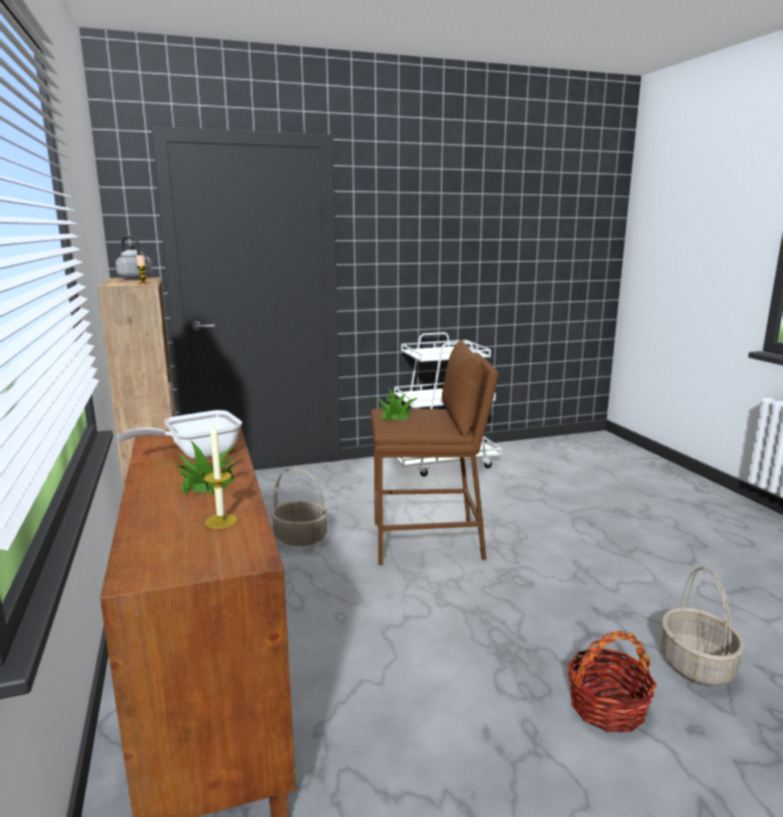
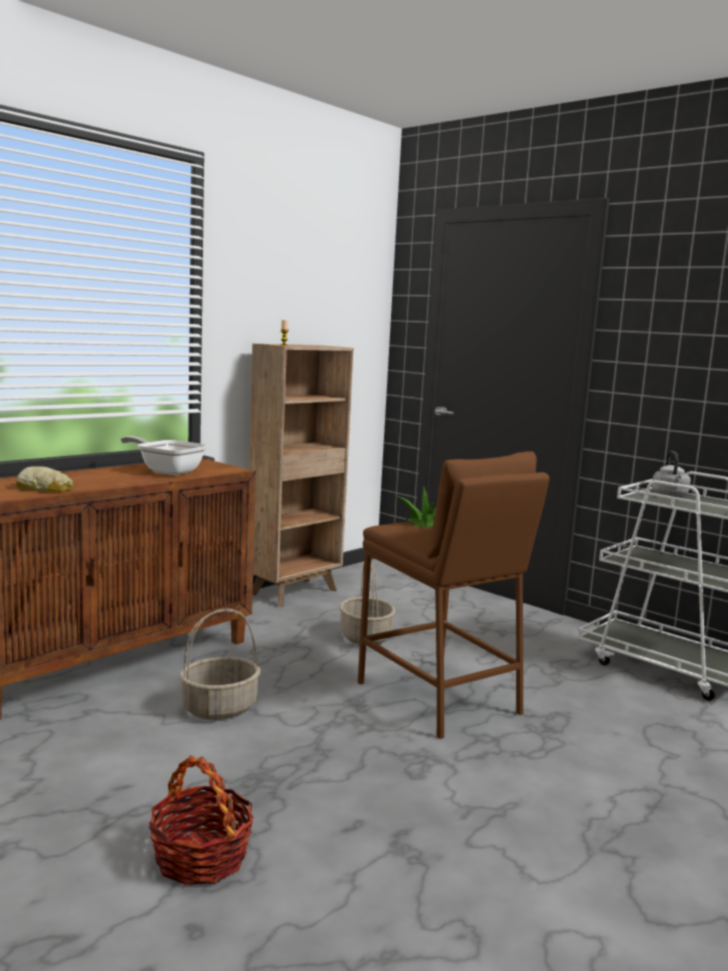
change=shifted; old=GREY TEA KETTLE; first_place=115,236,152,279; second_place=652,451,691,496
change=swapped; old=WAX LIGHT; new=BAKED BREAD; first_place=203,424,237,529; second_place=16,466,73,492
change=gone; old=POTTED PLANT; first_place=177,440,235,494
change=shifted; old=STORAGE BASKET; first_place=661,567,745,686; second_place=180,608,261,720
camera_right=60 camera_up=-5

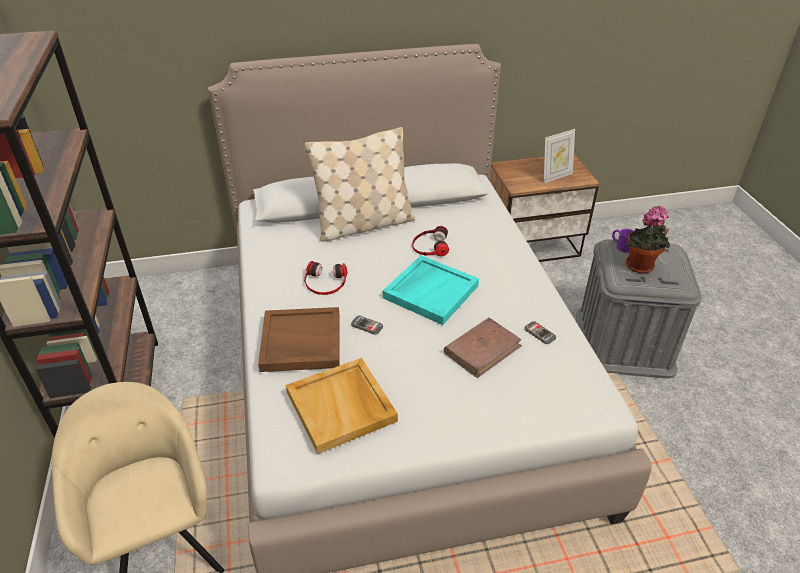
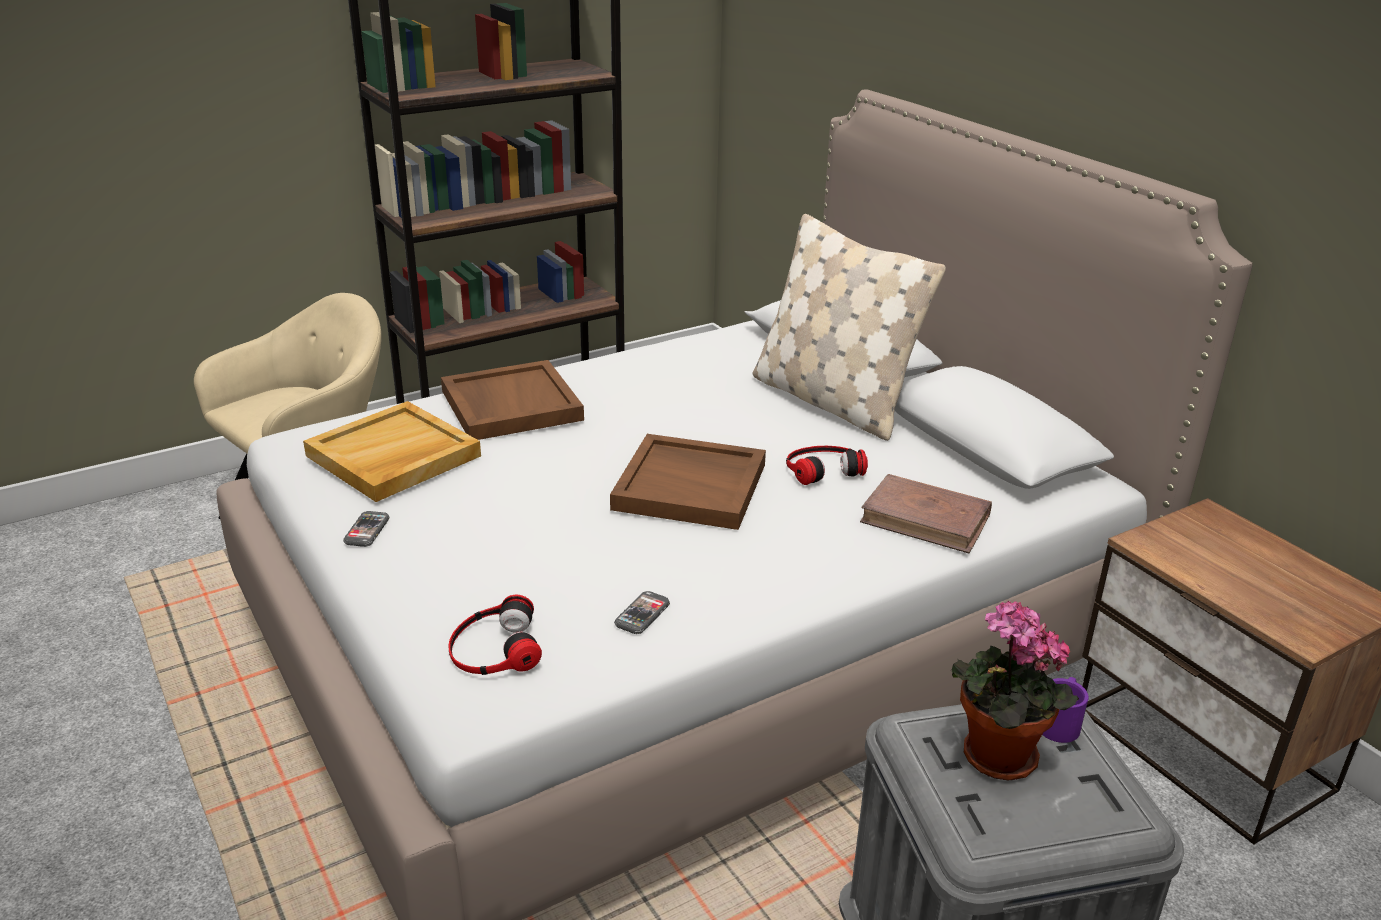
change=gone; old=PHOTO FRAME; first_place=544,129,575,183
change=repainted; old=BLUE-GREEN CARRYING TRAY; new=BROWN CARRYING TRAY; first_place=383,255,479,325; second_place=610,434,766,530
change=shifted; old=PAIR OF HEADPHONES; first_place=304,261,347,295; second_place=448,595,542,675
change=shifted; old=HANDSET; first_place=351,315,383,335; second_place=343,511,390,547
change=shifted; old=BROWN BOOK; first_place=444,318,522,378; second_place=860,474,992,553
camera_right=70 camera_up=-10

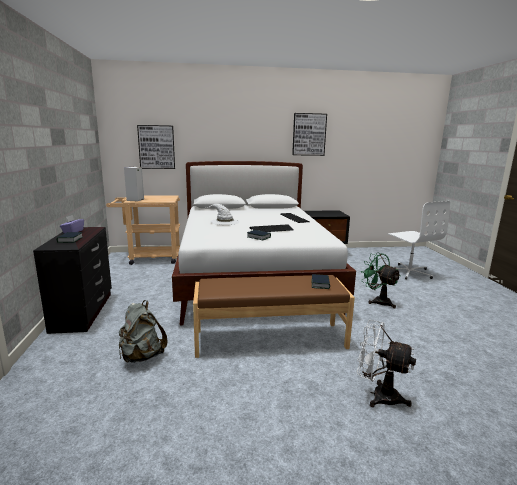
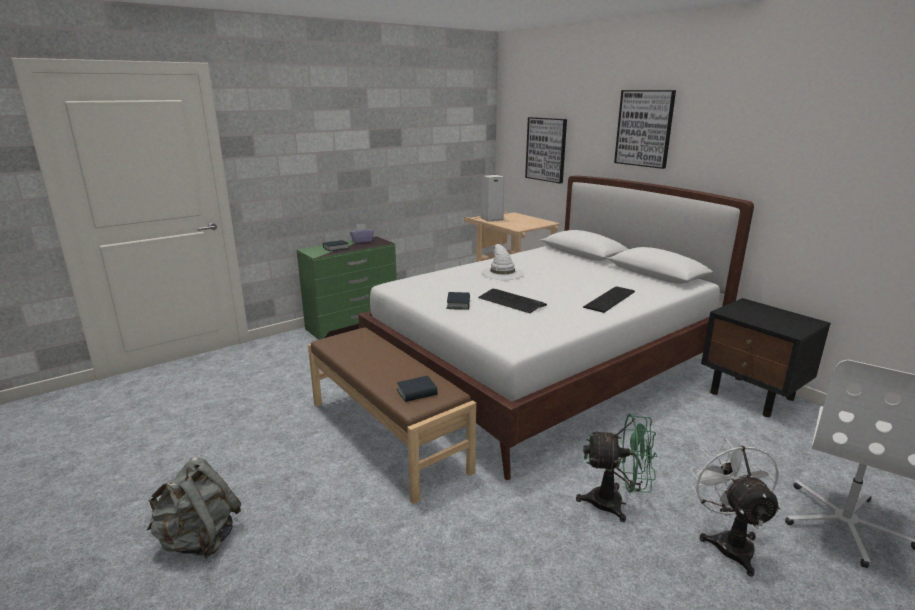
change=shifted; old=WALL PICTURE; first_place=292,113,327,156; second_place=614,90,676,169
change=repainted; old=BLACK-COLOURED CHEST OF DRAWERS; new=GREEN-COLOURED CHEST OF DRAWERS; first_place=33,227,112,334; second_place=297,236,397,340
change=rotated; old=GREEN-COLOURED FAN; first_place=361,252,401,308; second_place=576,414,658,522; degrees=75
change=shifted; old=GREY RUCKSACK; first_place=119,300,167,363; second_place=147,457,241,558
change=shifted; old=WHITISH FAN; first_place=357,320,416,407; second_place=690,438,781,577
camera_right=60 camera_up=5

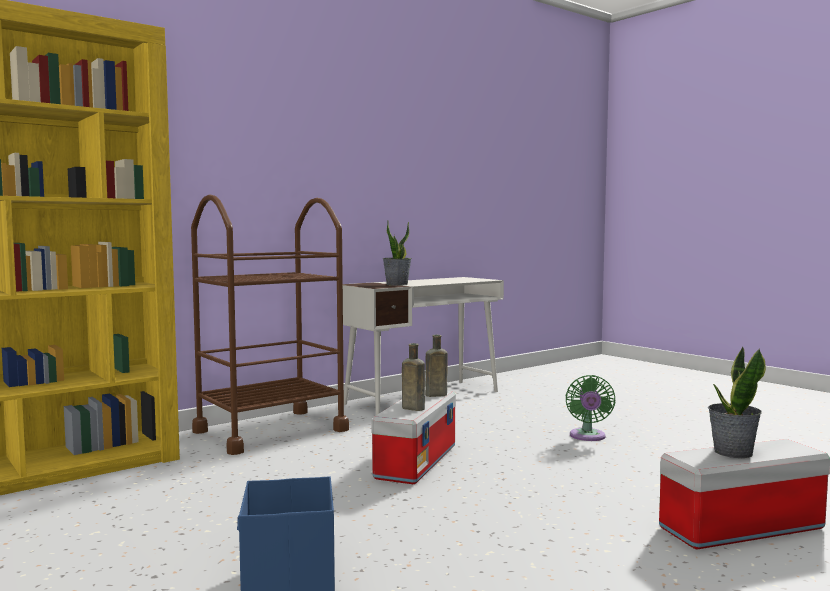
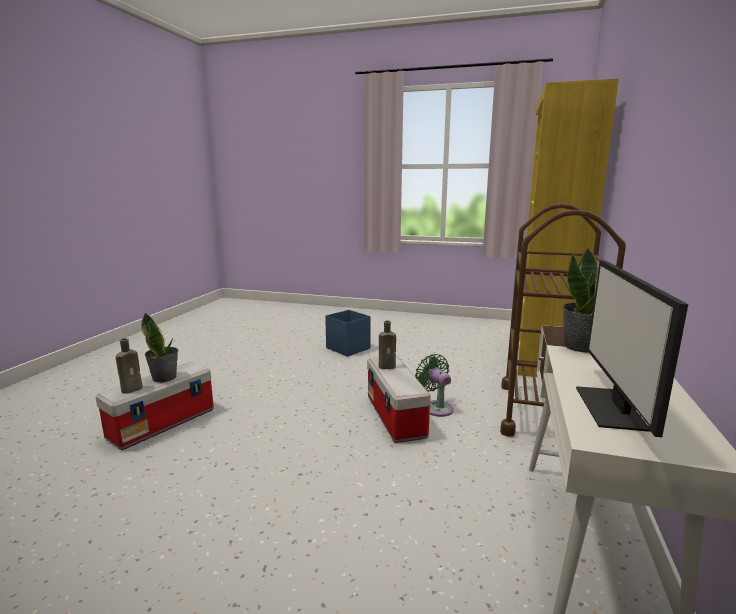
change=shifted; old=BROWN DRINK BOTTLE; first_place=425,335,448,397; second_place=116,338,143,394
change=shifted; old=GREEN-COLOURED FAN; first_place=565,375,615,441; second_place=415,354,454,417
change=new; new=COMPUTER SCREEN; second_place=576,260,688,437
camera_right=145 camera_up=10

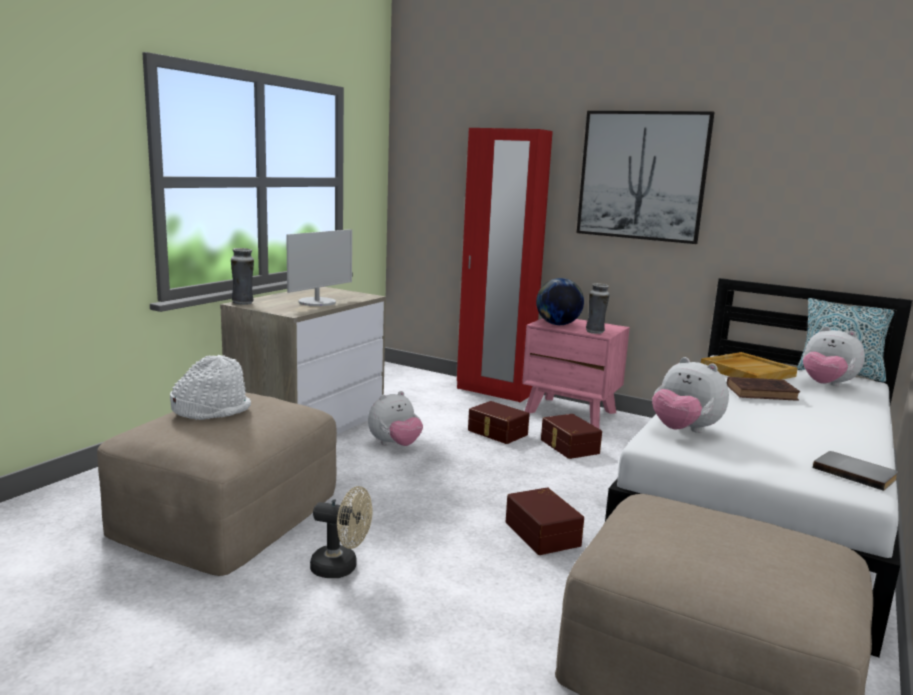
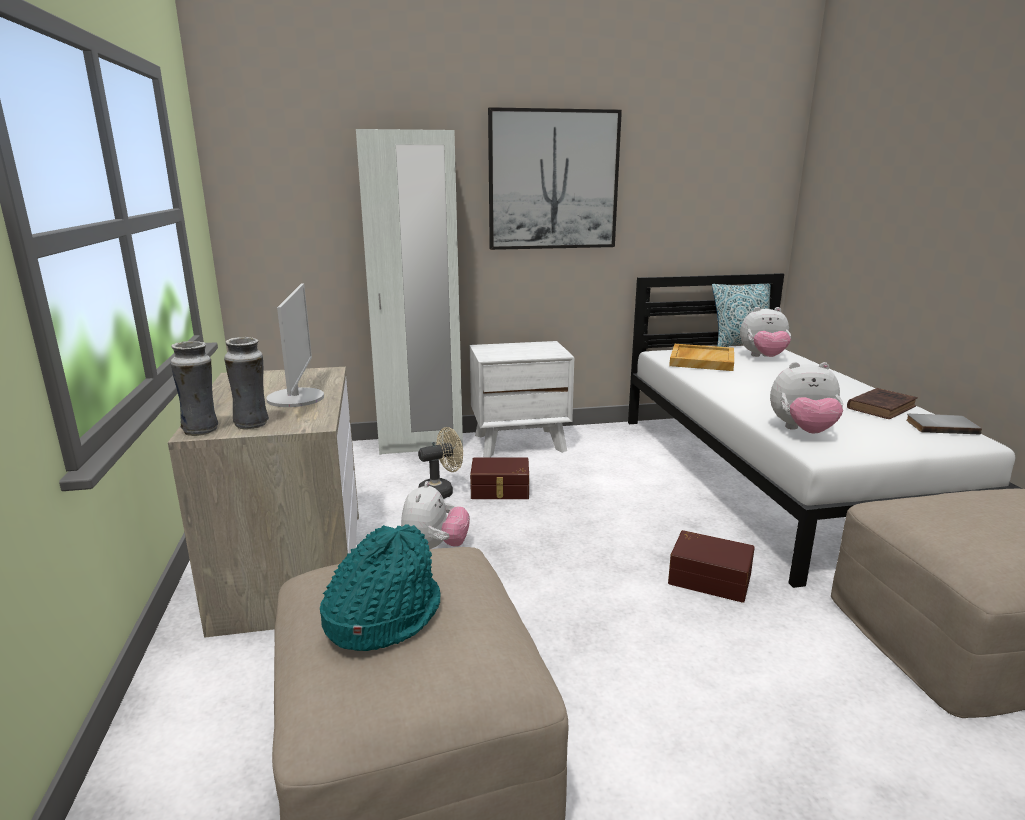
change=repainted; old=REDDISH CLOTHES CUPBOARD; new=WHITISH CLOTHES CUPBOARD; first_place=457,128,553,402; second_place=356,129,463,455
change=gone; old=WORLD GLOBE; first_place=536,278,584,325
change=shifted; old=VASE; first_place=586,283,609,334; second_place=224,337,269,429
change=repainted; old=PINK-COLOURED BEDSIDE TABLE; new=WHITISH BEDSIDE TABLE; first_place=522,318,630,429; second_place=470,341,574,458
change=repainted; old=WHITISH WEARABLE HAT; new=BLUE-GREEN WEARABLE HAT; first_place=170,355,251,420; second_place=320,524,440,651
change=shifted; old=BROWN BOOK; first_place=727,377,800,401; second_place=847,388,918,419
change=gone; old=BROWN STORAGE CONTAINER; first_place=541,414,602,459
change=shifted; old=BEIGE-COLOURED FAN; first_place=310,486,373,578; second_place=418,427,463,499
camera_right=-40 camera_up=5

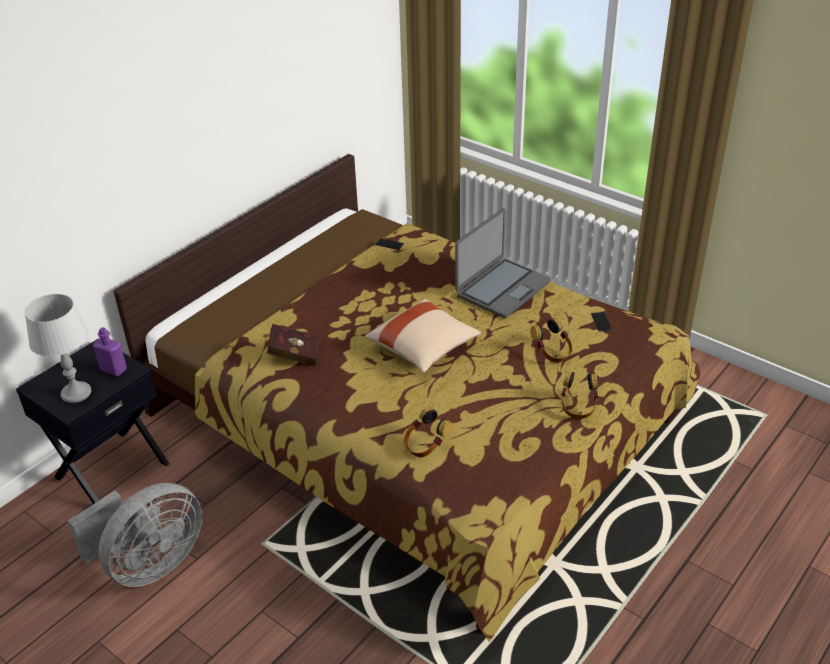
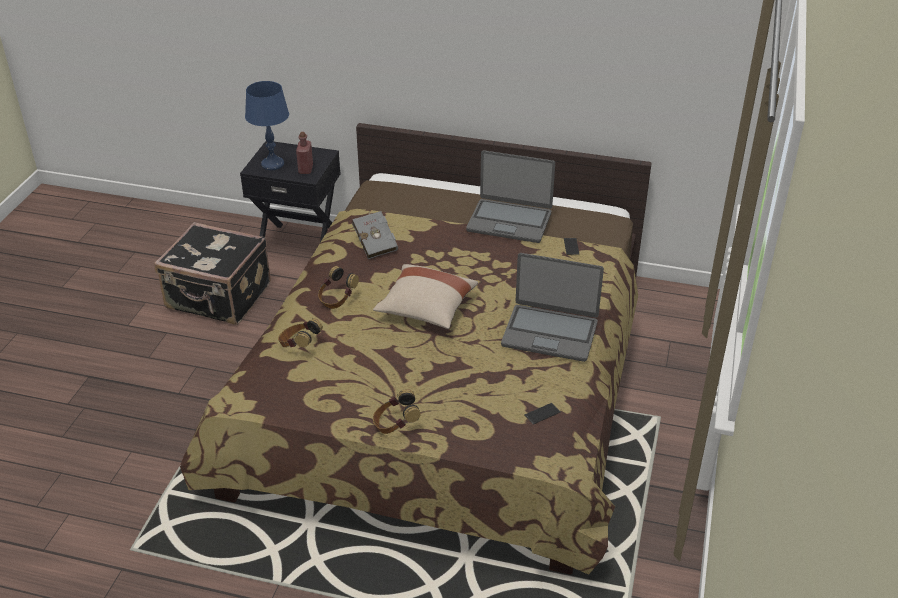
change=repainted; old=GREY TABLETOP LAMP; new=BLUE TABLETOP LAMP; first_place=25,294,91,403; second_place=245,81,289,170
change=shifted; old=PAIR OF HEADPHONES; first_place=530,317,573,363; second_place=318,266,359,309
change=repainted; old=REDDISH BOOK; new=GREY BOOK; first_place=262,324,320,366; second_place=352,211,398,259
change=repainted; old=PURPLE-COLOURED DRINK BOTTLE; new=REDDISH DRINK BOTTLE; first_place=93,327,127,376; second_place=296,132,313,174
change=swapped; old=GREY FAN; new=BLACK-COLOURED TRAVEL CASE; first_place=68,483,202,587; second_place=154,222,271,325
change=new; new=NOTEBOOK COMPUTER; second_place=466,150,555,243
camera_right=65 camera_up=0

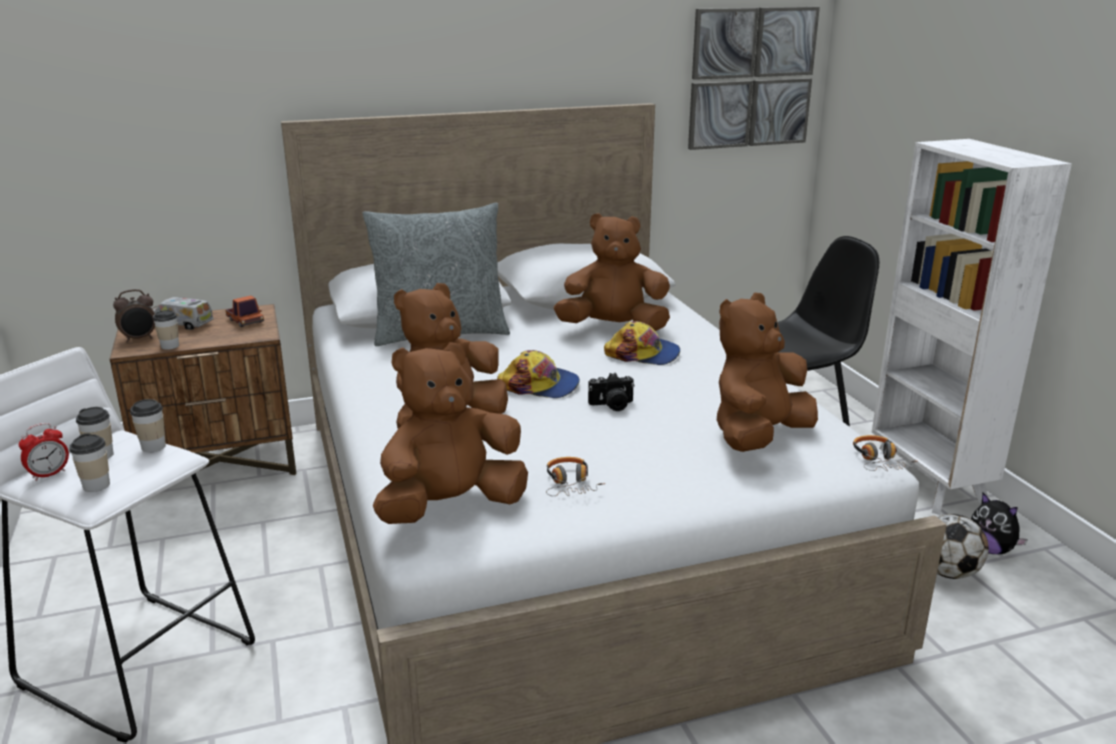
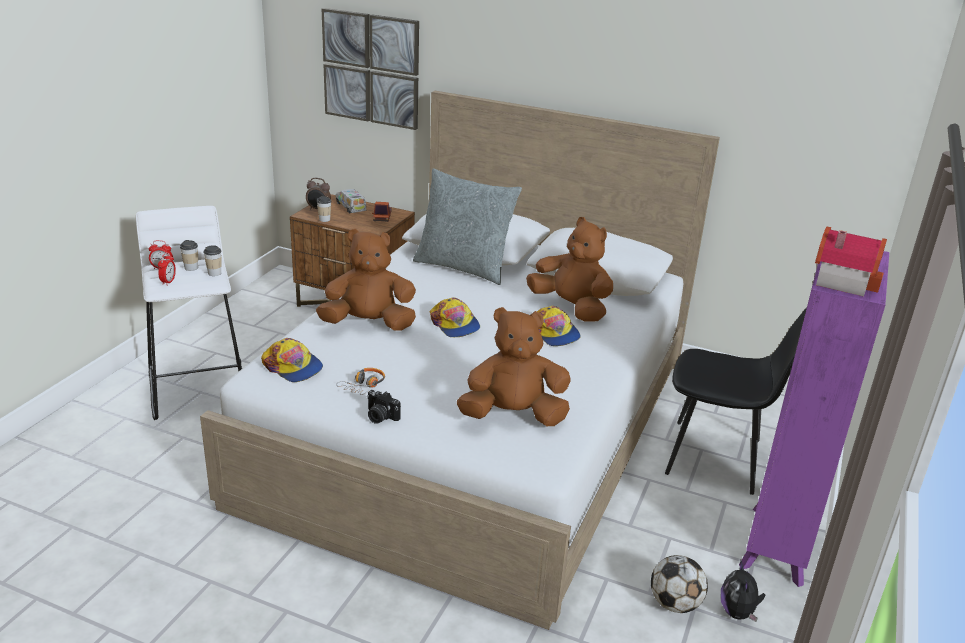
change=shifted; old=WALL PICTURE; first_place=688,7,820,150; second_place=322,8,419,130
change=repainted; old=WHITISH BOOKCASE; new=PURPLE-COLOURED BOOKCASE; first_place=872,139,1072,515; second_place=739,251,889,587
change=swapped; old=BROWN SOFT TOY; new=PEAKED CAP; first_place=373,342,528,524; second_place=261,338,323,382
change=shifted; old=PHOTO CAMERA; first_place=588,373,635,411; second_place=367,390,401,424
change=swapped; old=SMALL CUP; new=BEDSIDE CLOCK; first_place=69,433,110,492; second_place=158,252,176,285
change=gone; old=PAIR OF HEADPHONES; first_place=853,435,918,471
change=new; new=TOY HOUSE; second_place=815,226,887,296
camera_right=40 camera_up=5

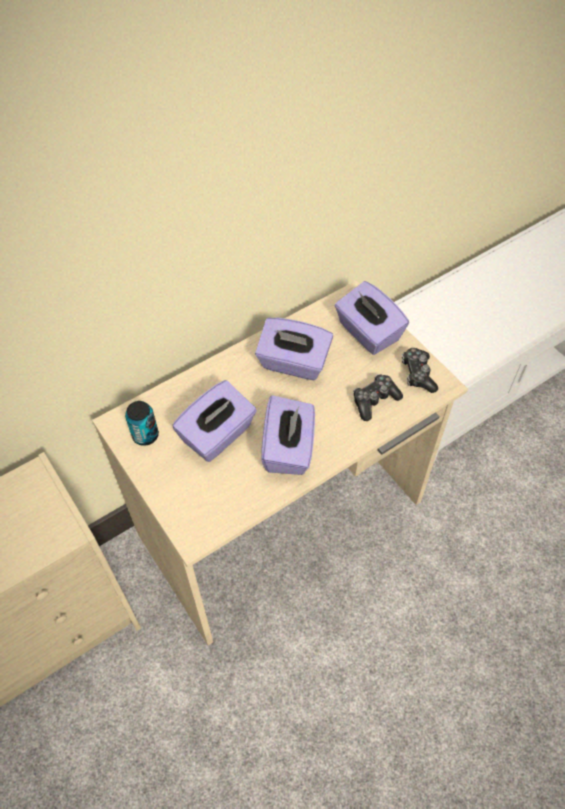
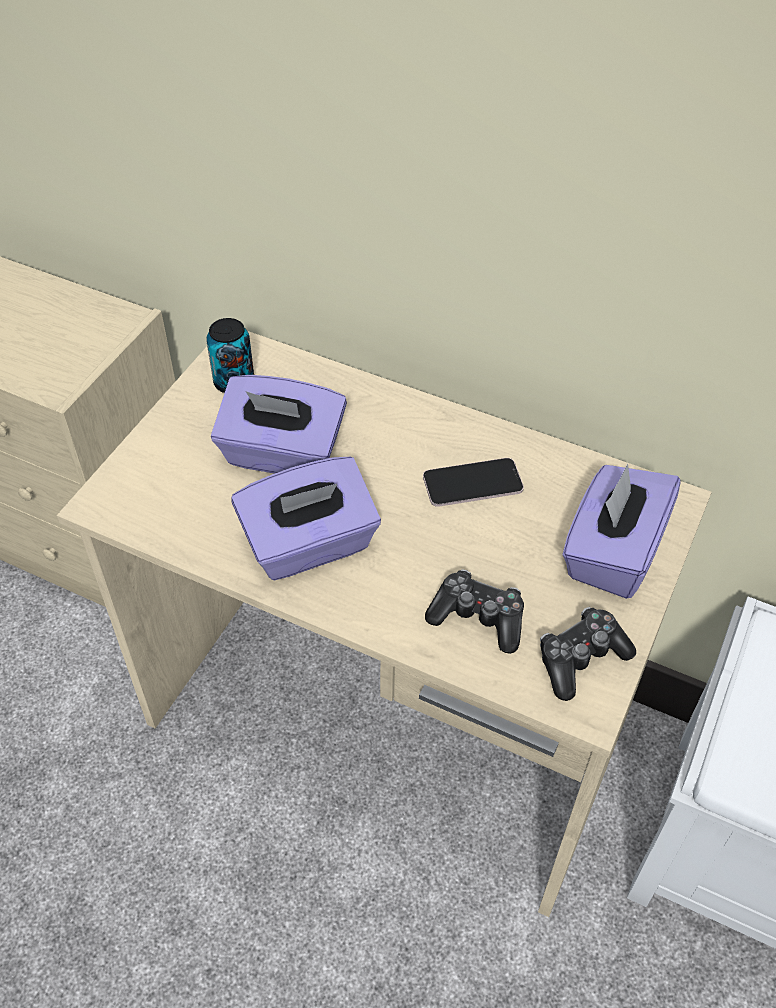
change=swapped; old=PURPLE-COLOURED TISSUE HOLDER; new=HANDSET; first_place=255,318,333,380; second_place=423,458,524,507
camera_right=60 camera_up=-5

